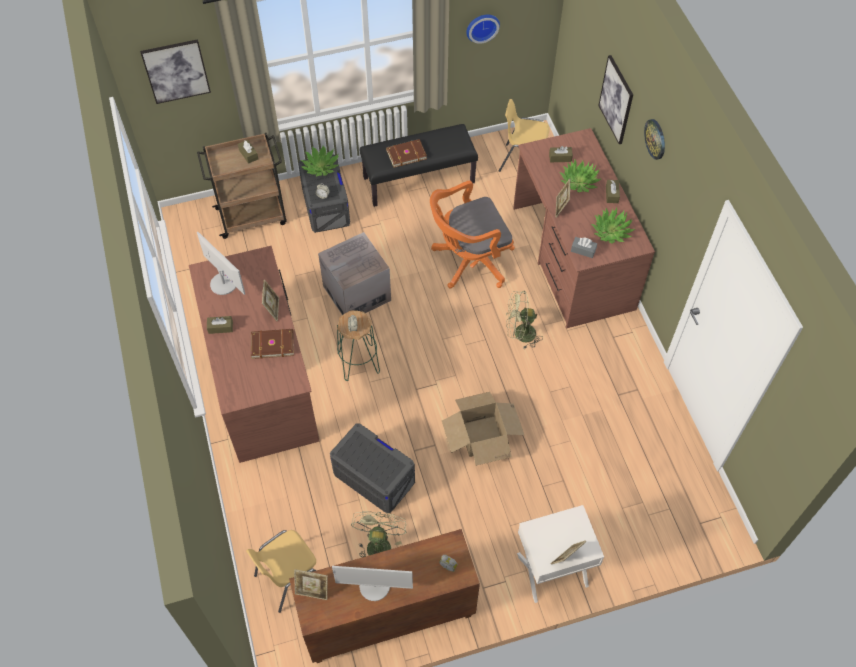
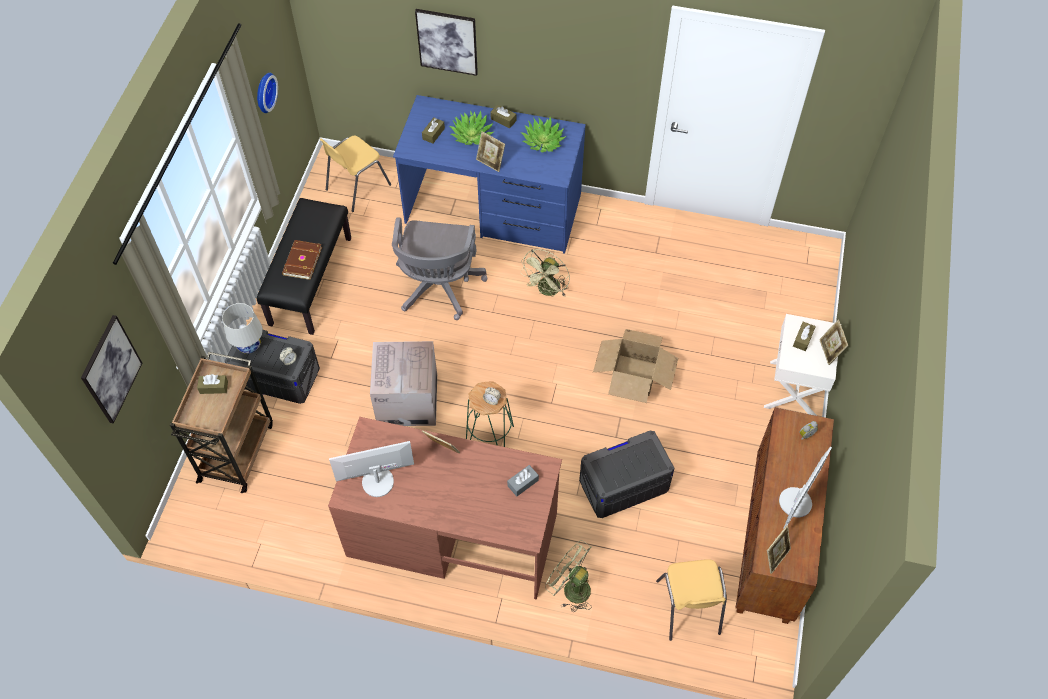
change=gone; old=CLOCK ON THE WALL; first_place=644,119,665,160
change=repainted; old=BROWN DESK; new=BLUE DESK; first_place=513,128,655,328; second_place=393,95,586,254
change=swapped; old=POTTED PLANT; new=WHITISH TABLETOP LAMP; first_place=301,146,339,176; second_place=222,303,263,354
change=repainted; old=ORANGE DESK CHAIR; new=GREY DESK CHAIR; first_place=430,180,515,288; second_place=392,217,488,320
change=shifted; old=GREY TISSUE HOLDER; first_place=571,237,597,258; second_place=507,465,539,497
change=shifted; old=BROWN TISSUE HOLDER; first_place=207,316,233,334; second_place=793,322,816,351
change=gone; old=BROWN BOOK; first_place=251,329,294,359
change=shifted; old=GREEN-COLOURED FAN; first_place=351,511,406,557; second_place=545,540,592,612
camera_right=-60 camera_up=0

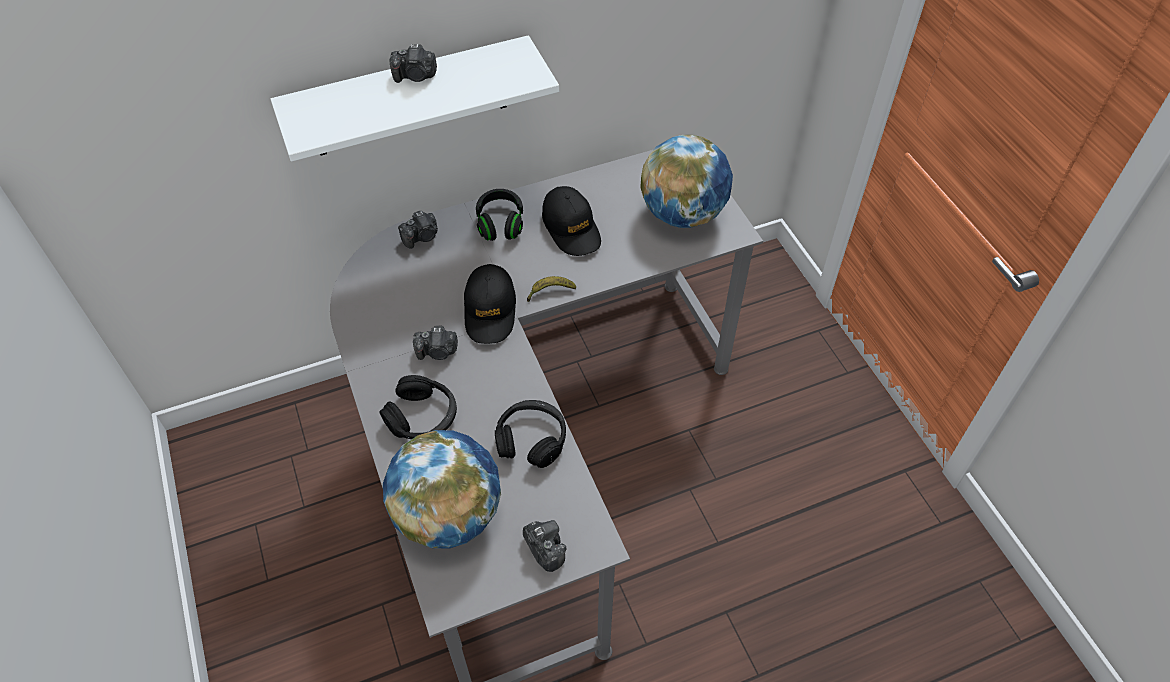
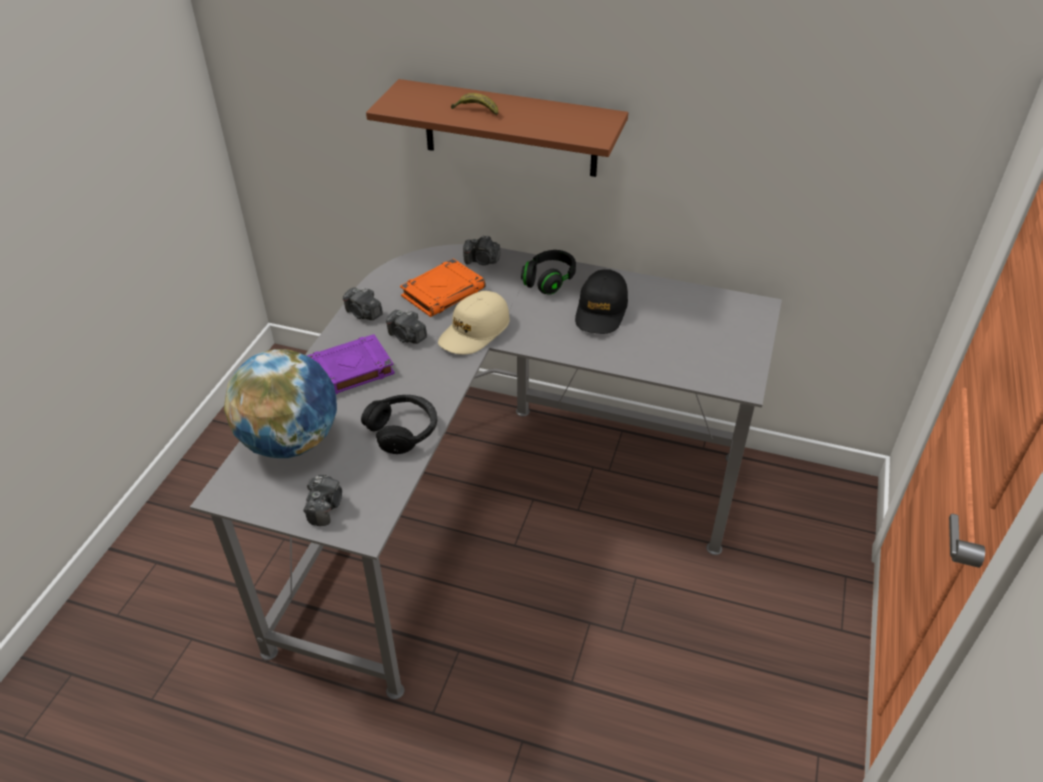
change=repainted; old=WHITISH BRACKET SHELF; new=BROWN BRACKET SHELF; first_place=270,35,559,162; second_place=366,79,628,177
change=shifted; old=PHOTO CAMERA; first_place=389,44,437,83; second_place=343,287,383,320
change=gone; old=WORLD GLOBE; first_place=640,135,733,228
change=repainted; old=BLACK-COLOURED PEAKED CAP; new=BEIGE-COLOURED PEAKED CAP; first_place=464,264,516,344; second_place=438,291,510,354
change=shifted; old=WHOLE BANANA; first_place=527,276,576,302; second_place=451,93,498,115
change=swapped; old=BLACK-COLOURED PAIR OF HEADPHONES; new=PURPLE-COLOURED BOOK; first_place=380,375,457,439; second_place=307,334,395,394
change=new; new=ORANGE BOOK; second_place=400,258,486,317
camera_right=40 camera_up=-10

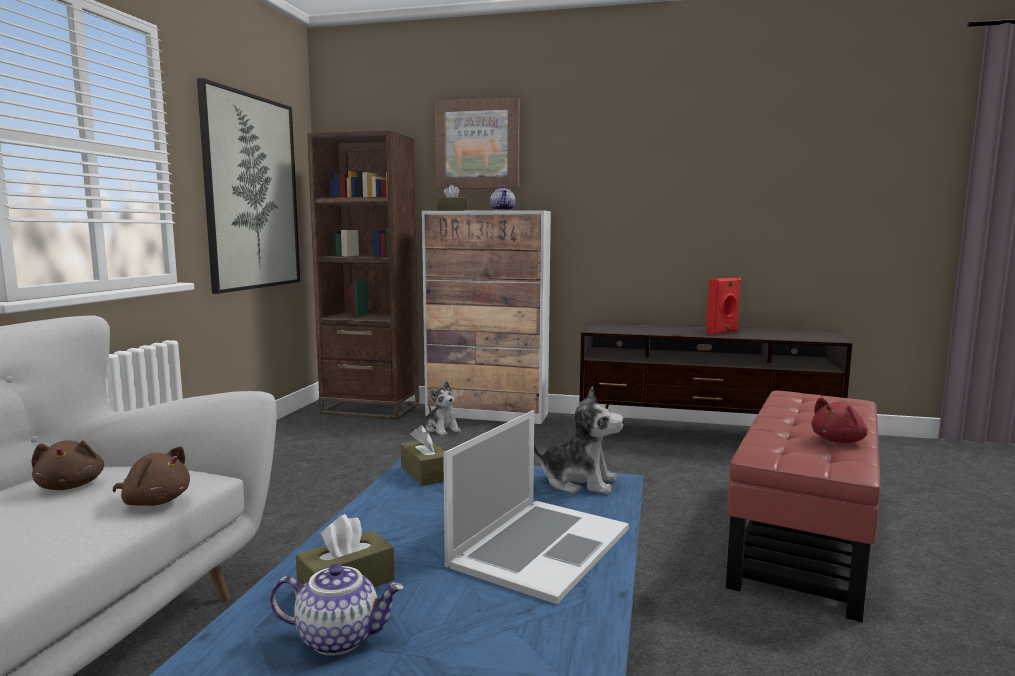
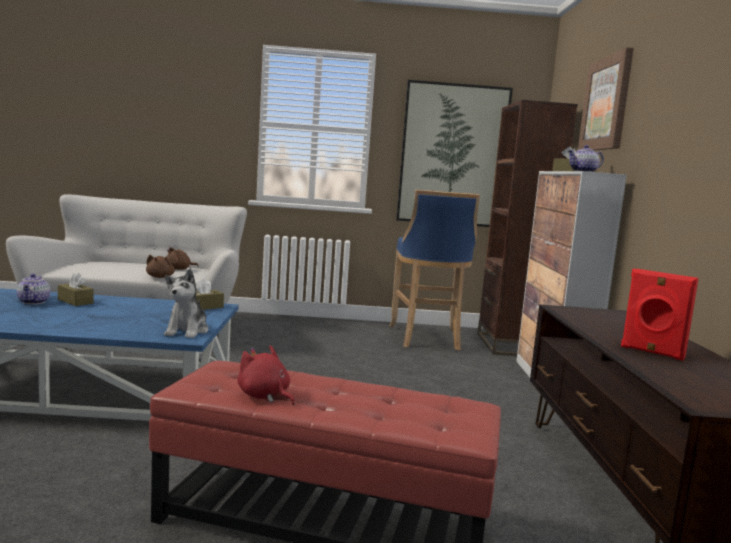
change=gone; old=SOFT TOY; first_place=426,381,461,436
change=gone; old=NOTEBOOK COMPUTER; first_place=443,410,629,604
change=new; new=BLUE STOOL SEAT; second_place=390,190,480,350
camera_right=75 camera_up=0

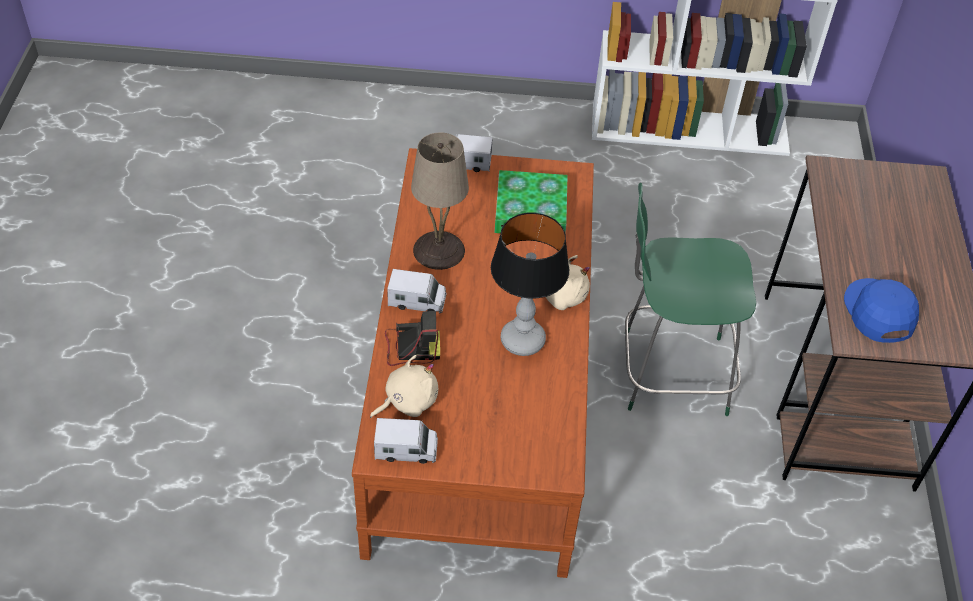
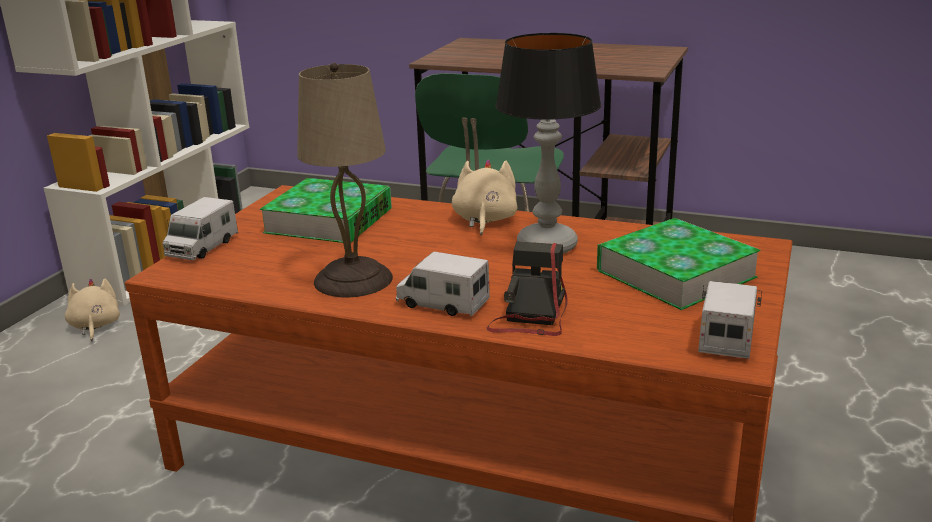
change=rotated; old=TOY TRUCK; first_place=387,269,447,313; second_place=396,251,490,316; degrees=-90
change=gone; old=BLUE PEAKED CAP; first_place=844,278,919,343
change=shifted; old=BEIGE-COLOURED SOFT TOY; first_place=370,355,438,418; second_place=65,279,120,341
change=new; new=BOOK; second_place=597,218,761,310
camera_right=-70 camera_up=-25

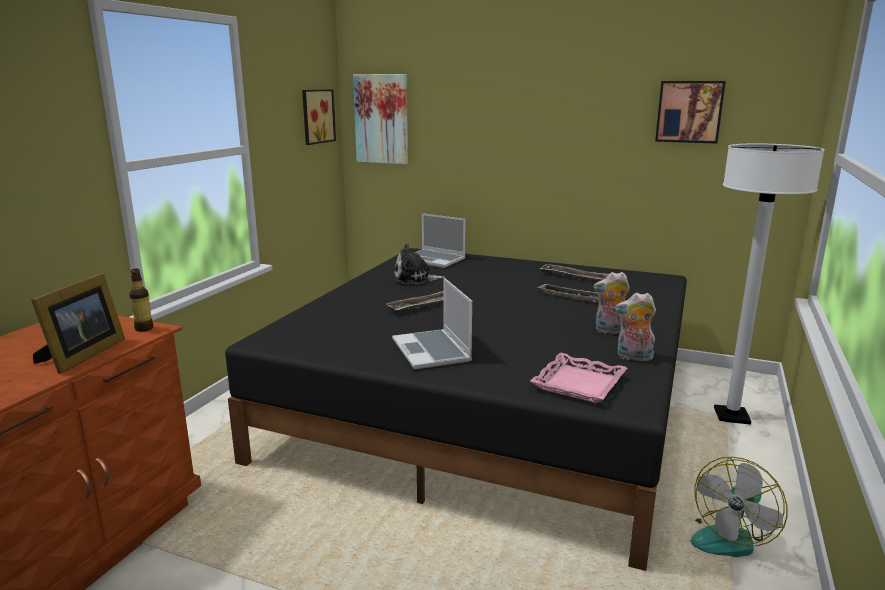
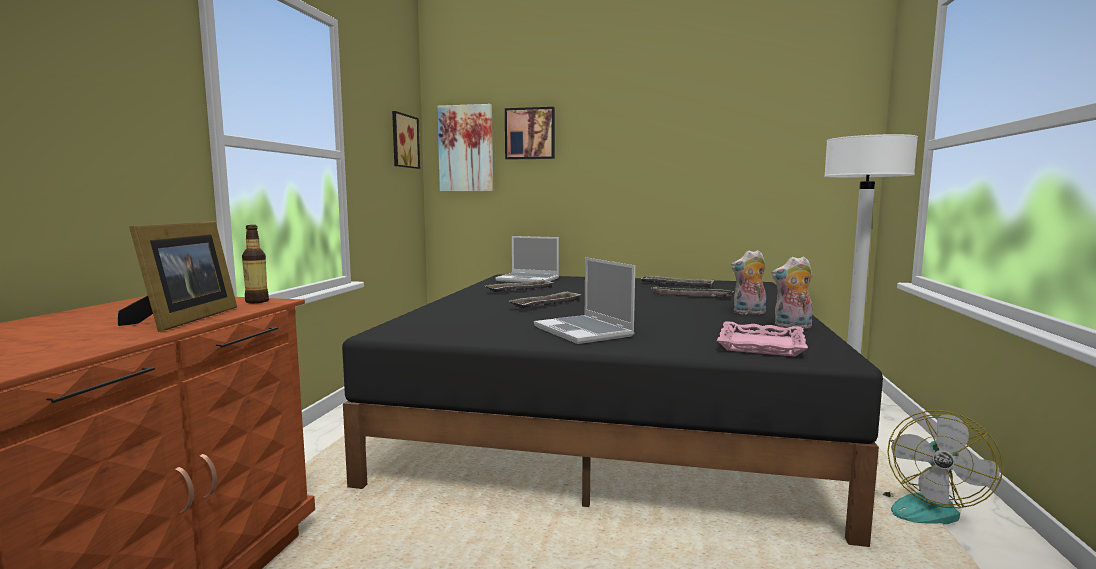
change=shifted; old=WALL PICTURE; first_place=655,81,726,144; second_place=505,107,555,160
change=swapped; old=SOFT TOY; new=CARRYING TRAY; first_place=395,244,445,284; second_place=484,279,554,292
camera_right=-10 camera_up=-10

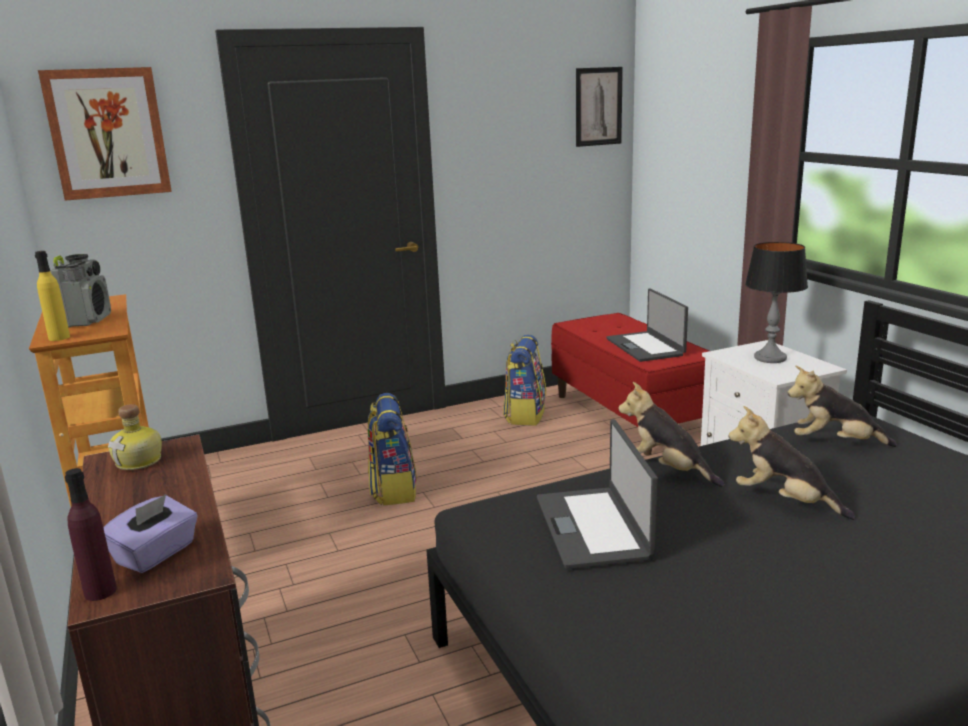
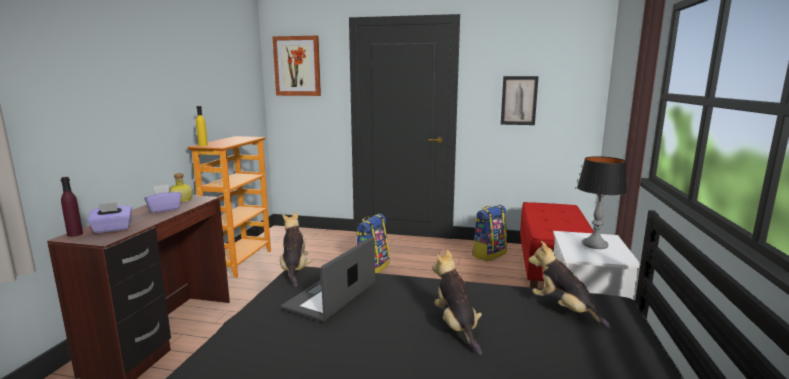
change=shifted; old=WALL PICTURE; first_place=576,67,623,147; second_place=501,76,539,125
change=gone; old=RADIO; first_place=51,254,111,327
change=gone; old=NOTEBOOK COMPUTER; first_place=606,288,688,362
change=shifted; old=SOFT TOY; first_place=618,382,725,487; second_place=280,212,312,287
change=new; new=PURPLE-COLOURED TISSUE HOLDER; second_place=144,184,182,213
camera_right=35 camera_up=-5

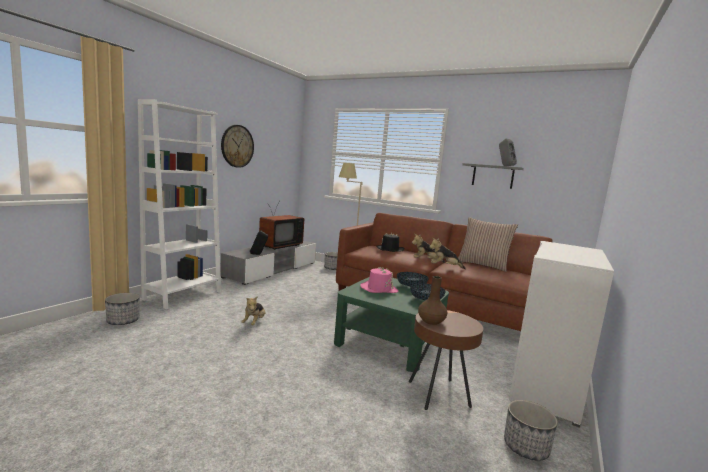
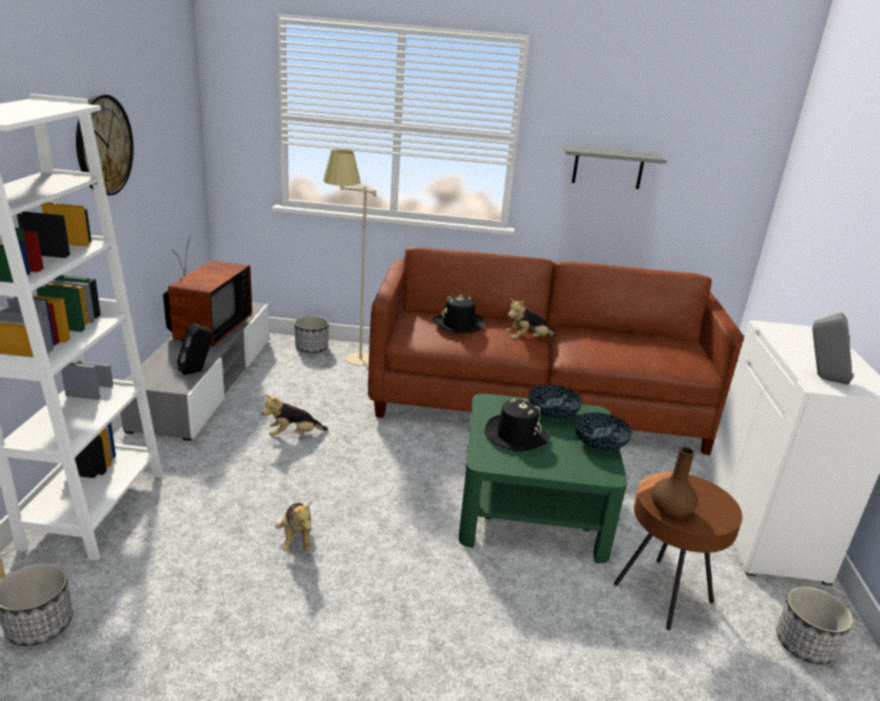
change=shifted; old=GREY AUDIO SPEAKER; first_place=499,138,517,166; second_place=812,312,854,384
change=gone; old=CUSHION; first_place=458,217,518,272
change=shifted; old=SOFT TOY; first_place=429,237,466,269; second_place=262,394,328,436
change=repainted; old=PINK-COLOURED WEARABLE HAT; new=BLACK-COLOURED WEARABLE HAT; first_place=360,267,398,293; second_place=485,398,550,452
camera_right=-25 camera_up=15

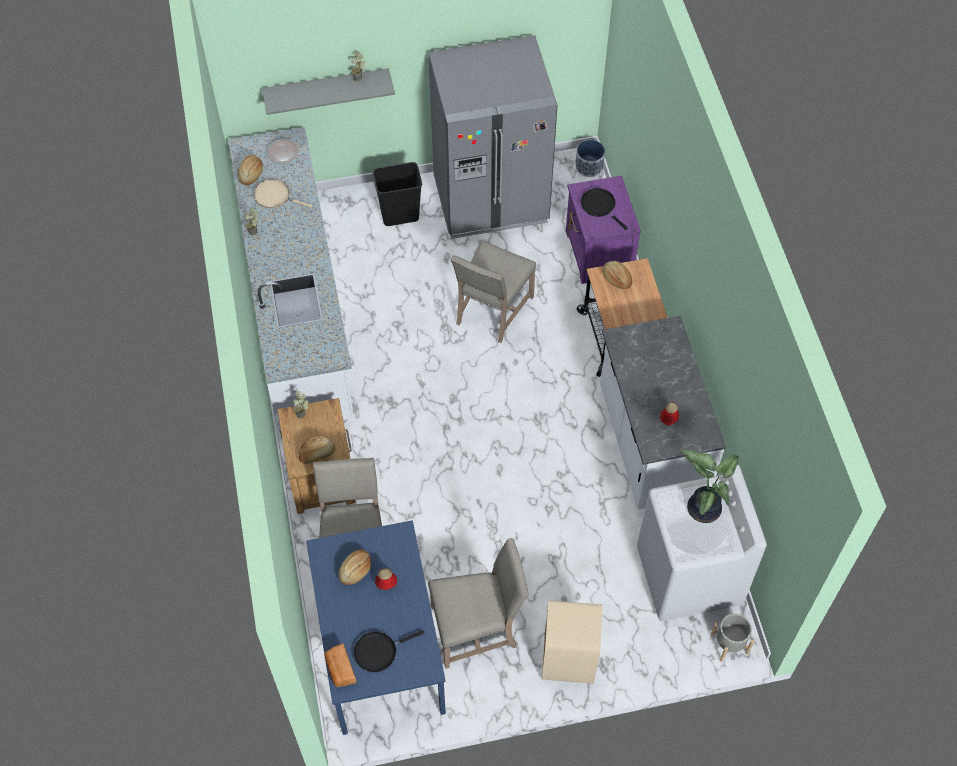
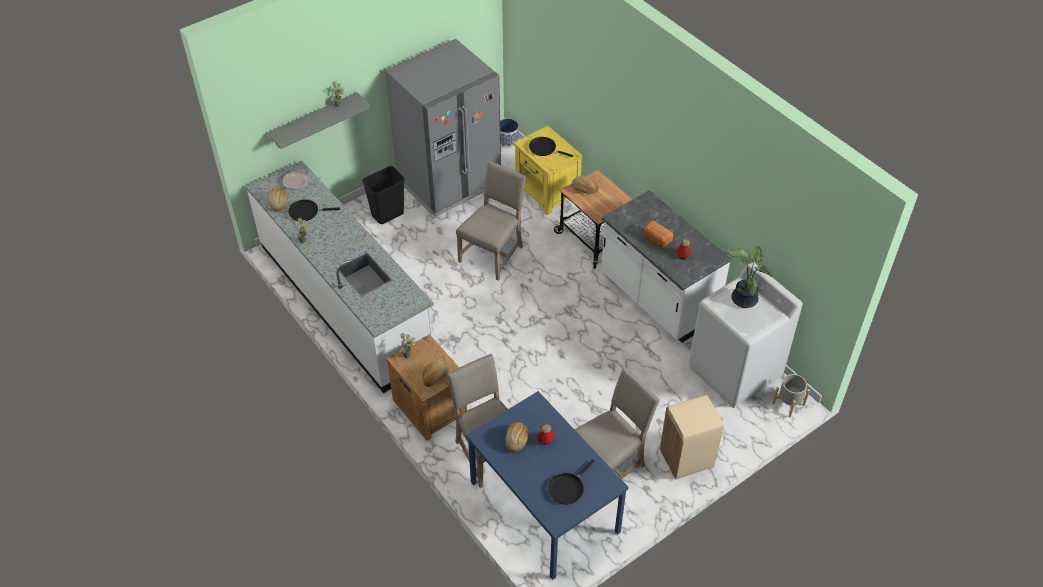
change=repainted; old=PURPLE-COLOURED BEDSIDE TABLE; new=YELLOW-COLOURED BEDSIDE TABLE; first_place=566,175,641,284; second_place=513,126,583,215
change=repainted; old=BEIGE-COLOURED SKILLET; new=BLACK-COLOURED SKILLET; first_place=254,179,313,208; second_place=288,200,340,221
change=rotated; old=BEIGE-COLOURED PLAIN CHAIR; first_place=451,240,536,343; second_place=456,161,526,280; degrees=-150
change=shifted; old=BAKED BREAD; first_place=324,643,357,687; second_place=643,220,673,247
camera_right=-25 camera_up=-10

